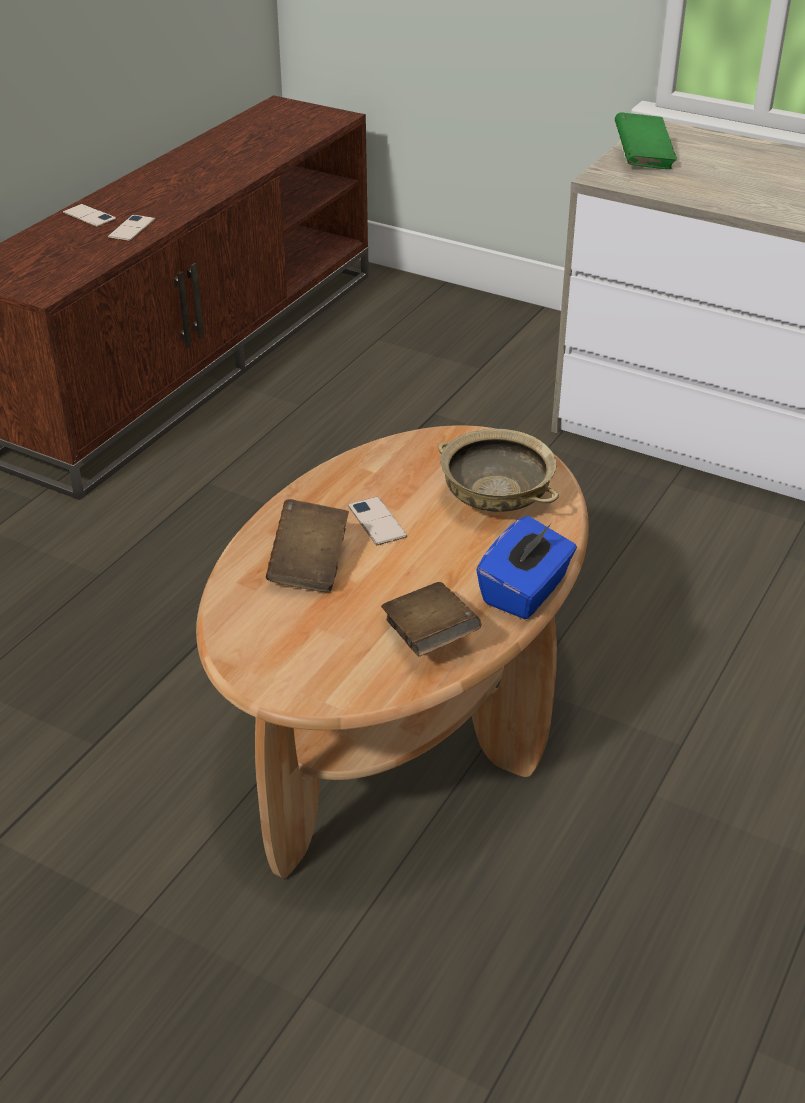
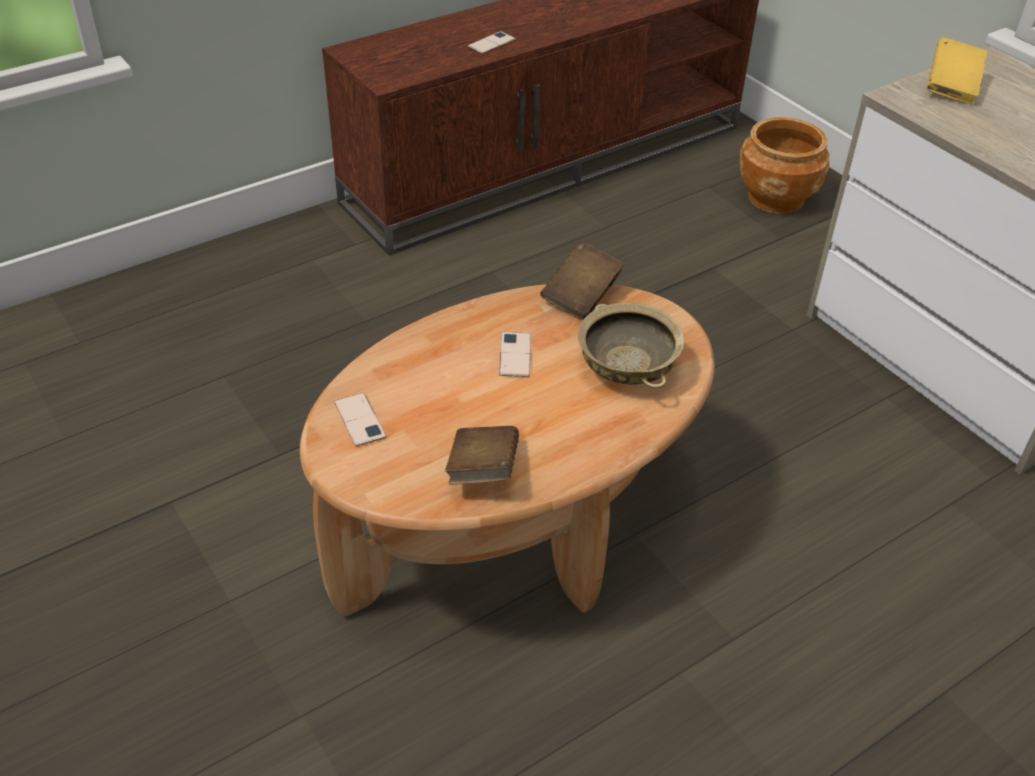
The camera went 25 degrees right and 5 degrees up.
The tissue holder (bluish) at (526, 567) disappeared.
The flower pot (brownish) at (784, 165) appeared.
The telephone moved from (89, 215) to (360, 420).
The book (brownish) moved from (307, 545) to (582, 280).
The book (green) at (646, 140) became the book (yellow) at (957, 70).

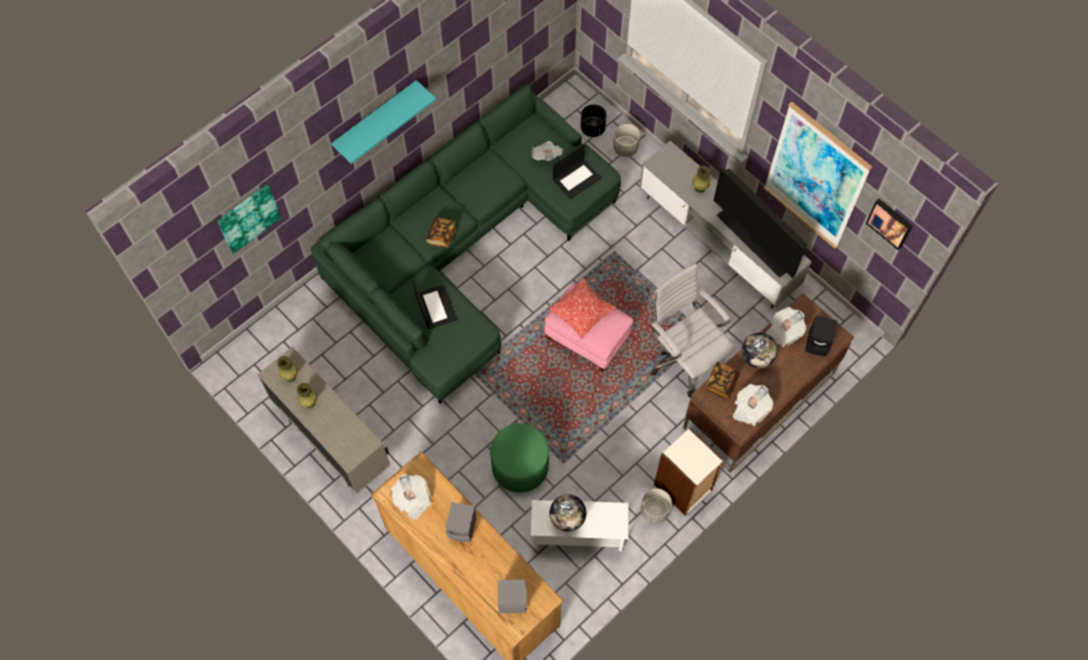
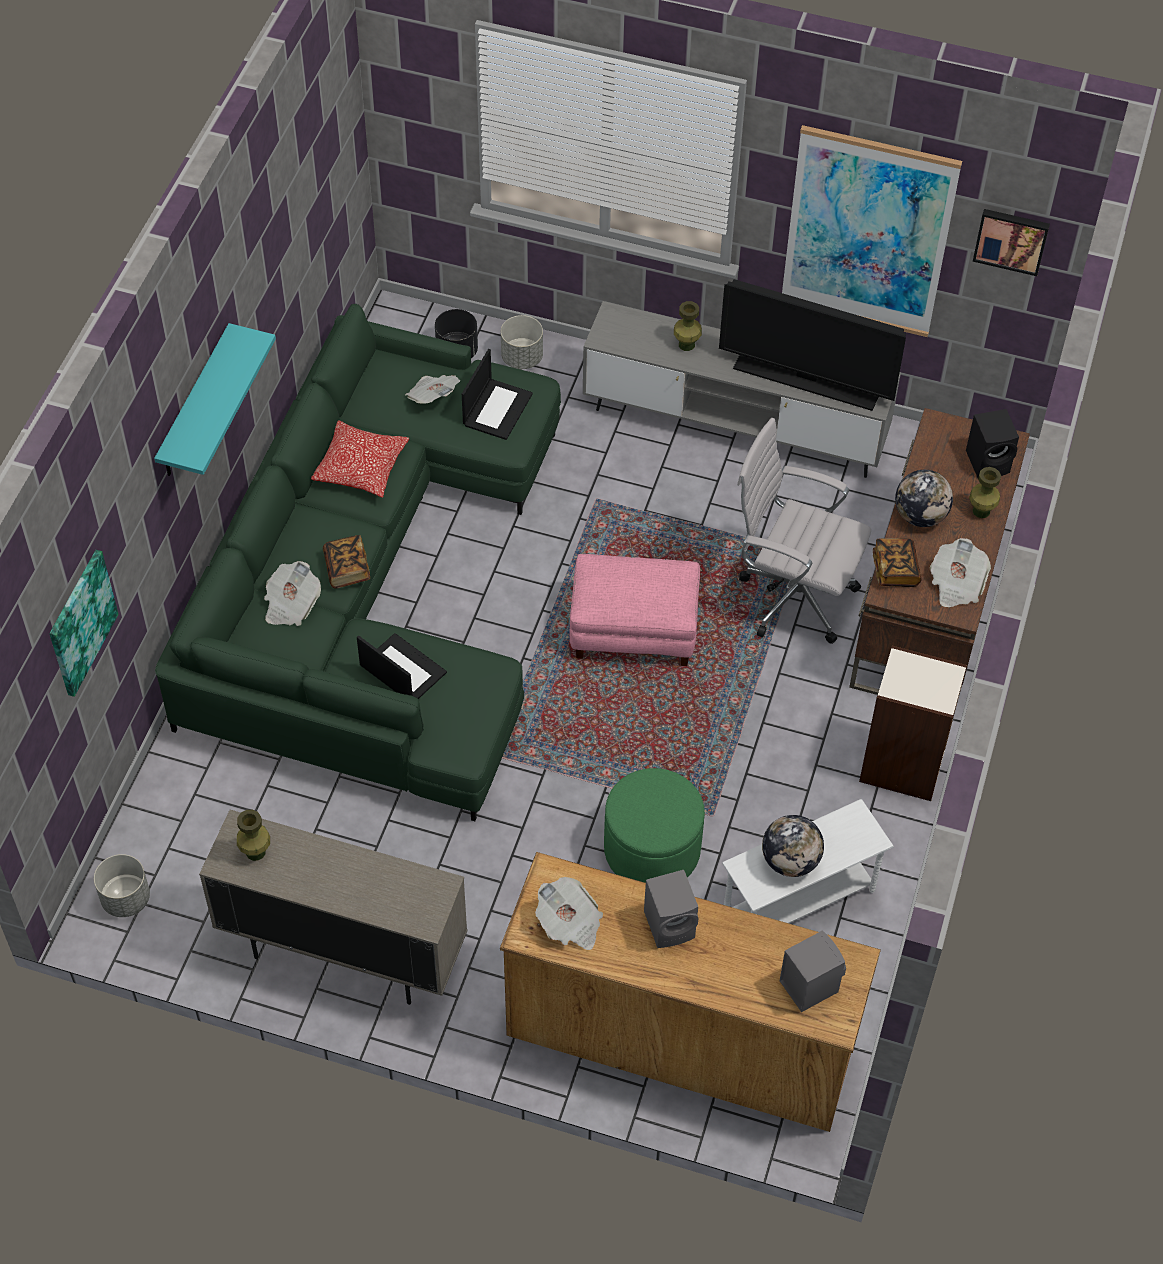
The camera went 30 degrees left and 10 degrees down.
The flower vase (green) moved from (307, 395) to (985, 492).
The pillow moved from (582, 308) to (360, 459).
The flower pot (grey) moved from (656, 506) to (122, 885).
The newspaper moved from (785, 327) to (292, 593).

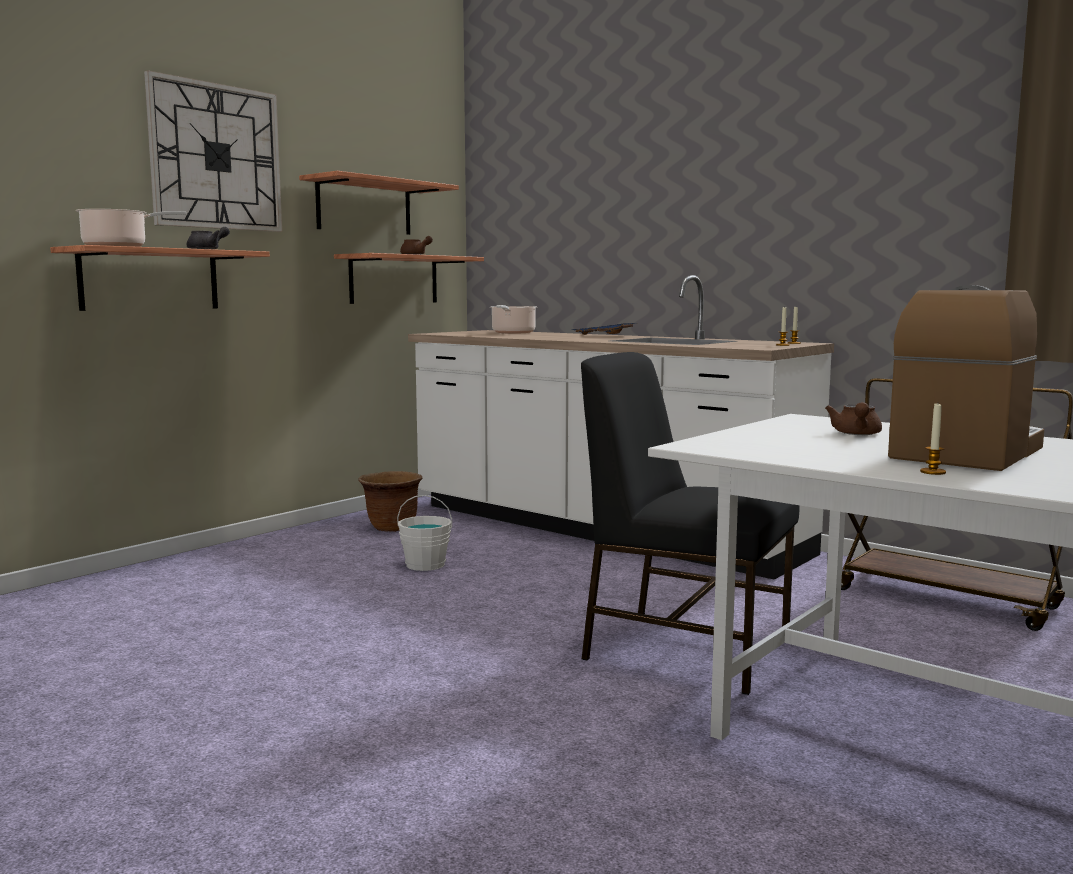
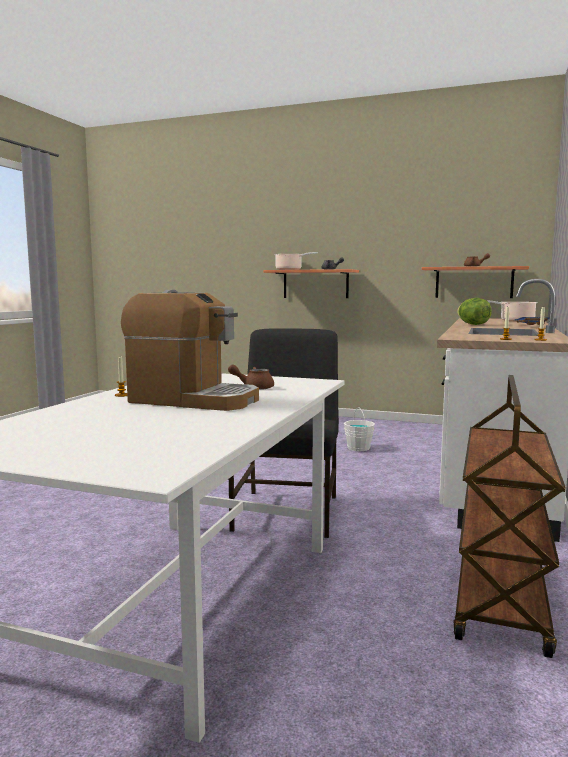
The camera went 70 degrees right and 0 degrees up.
The clock on the wall at (213, 151) disappeared.
The bracket shelf at (379, 203) disappeared.
The flower pot (brownish) at (390, 501) disappeared.
The lettuce head at (474, 311) appeared.

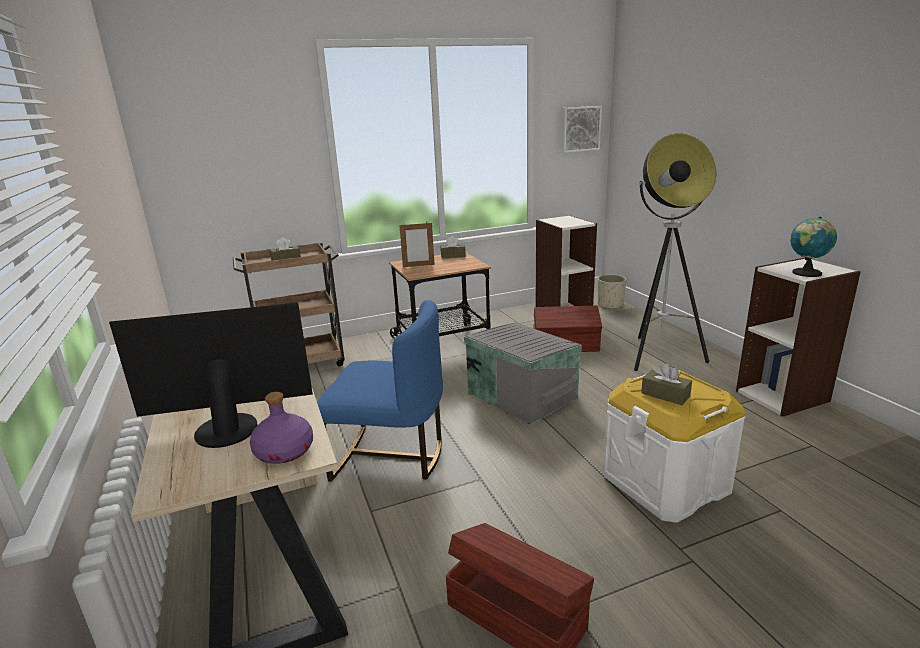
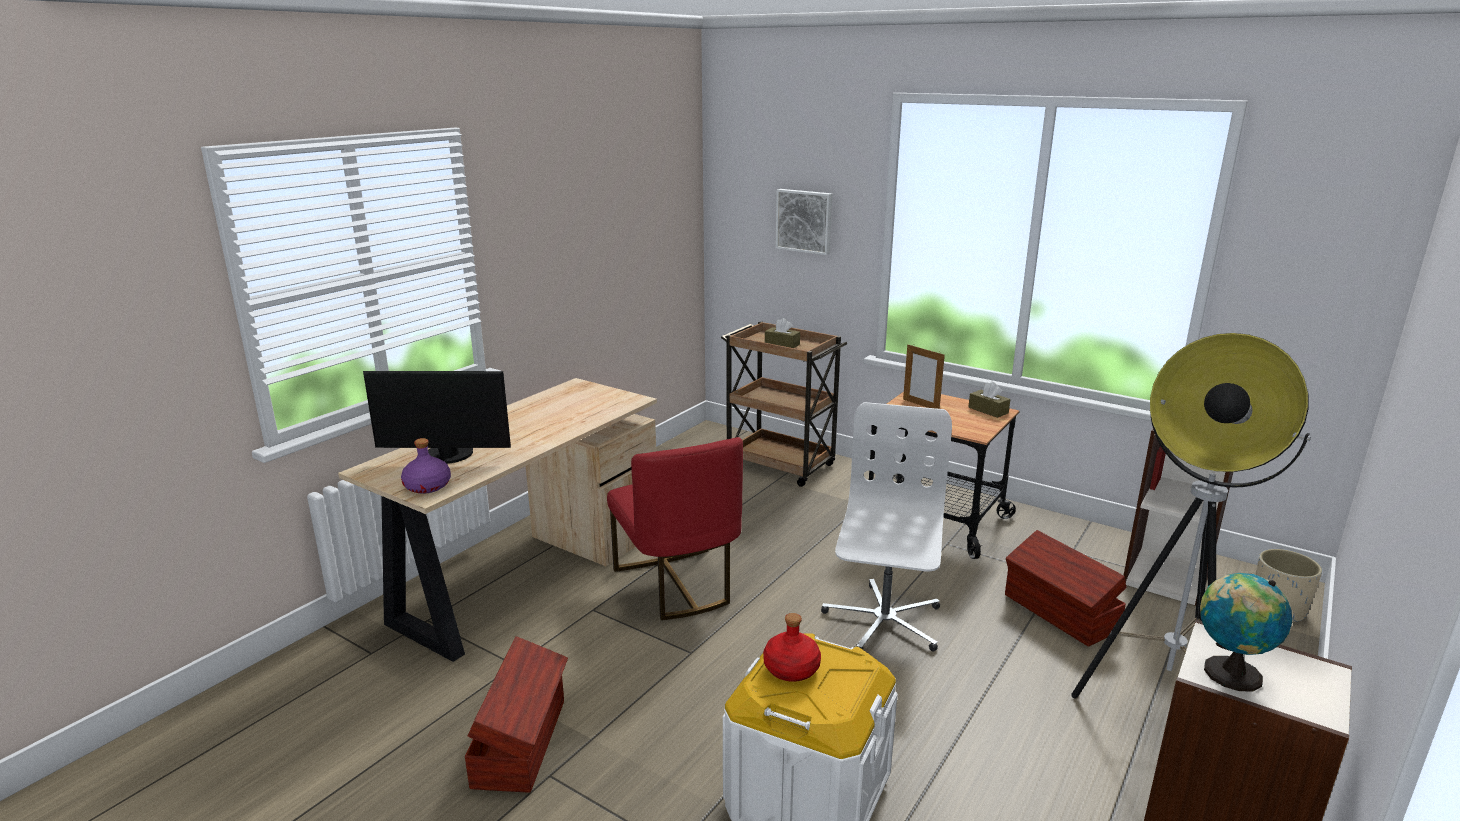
The camera went 55 degrees right and 0 degrees up.
The picture moved from (582, 129) to (803, 222).
The storage bin (grey) at (523, 373) was replaced by the computer chair (white-coloured) at (886, 526).
The tissue holder (brownish) at (666, 384) was replaced by the drink bottle (reddish) at (792, 647).
The upright chair (bluish) at (380, 391) became the upright chair (reddish) at (675, 528).
The computer screen at (211, 375) turned 135 degrees clockwise.

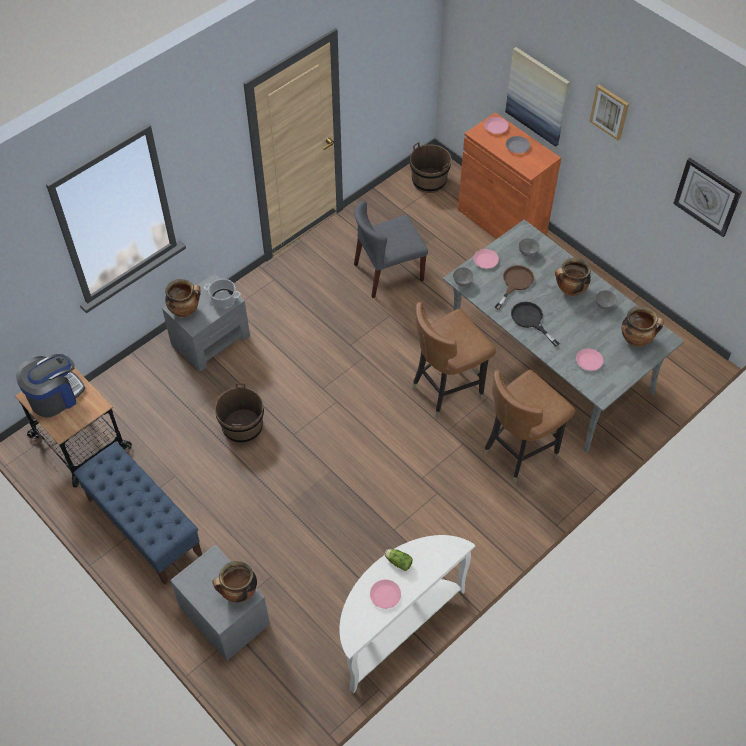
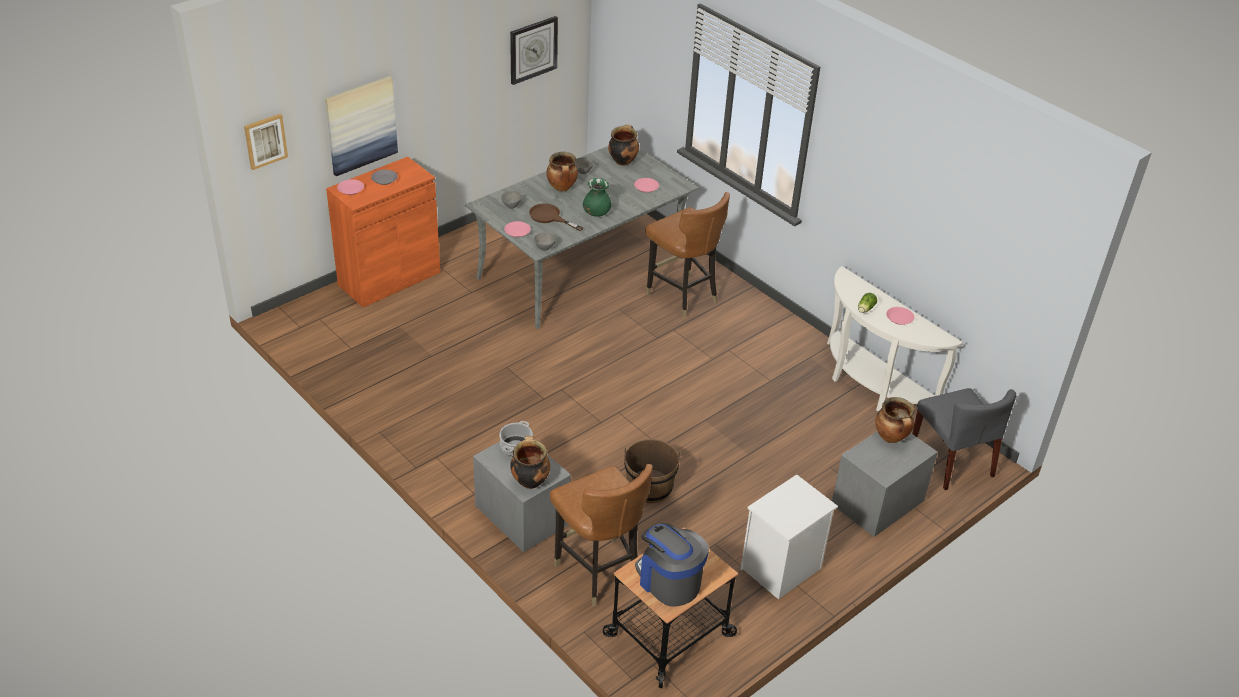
The camera went 90 degrees left and 15 degrees down.
The water bucket (brownish) at (430, 167) disappeared.
The upright chair (grey) moved from (391, 249) to (964, 439).
The upright chair (brownish) moved from (454, 360) to (601, 535).
The picture moved from (609, 113) to (266, 142).
The long seat (bluish) at (138, 513) was replaced by the night table (white-coloured) at (789, 537).
The pan (black-coloured) at (535, 324) was replaced by the flower vase (green) at (597, 197).

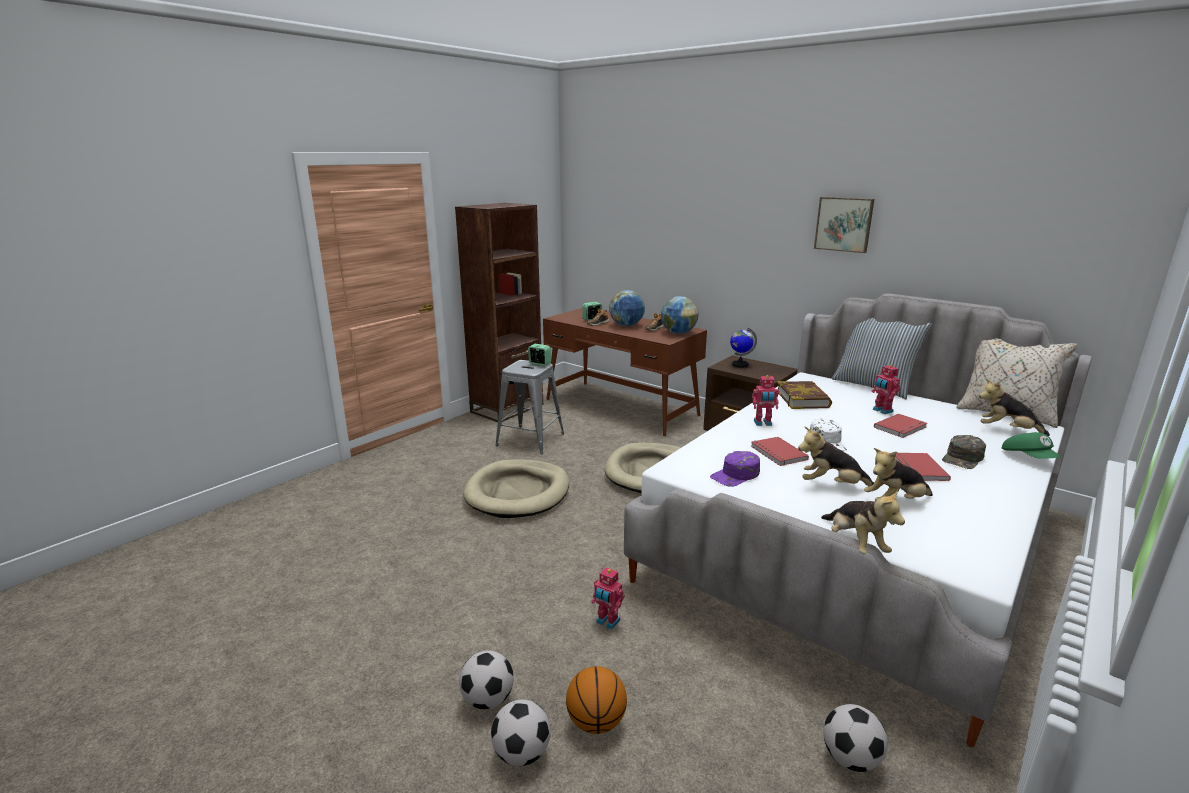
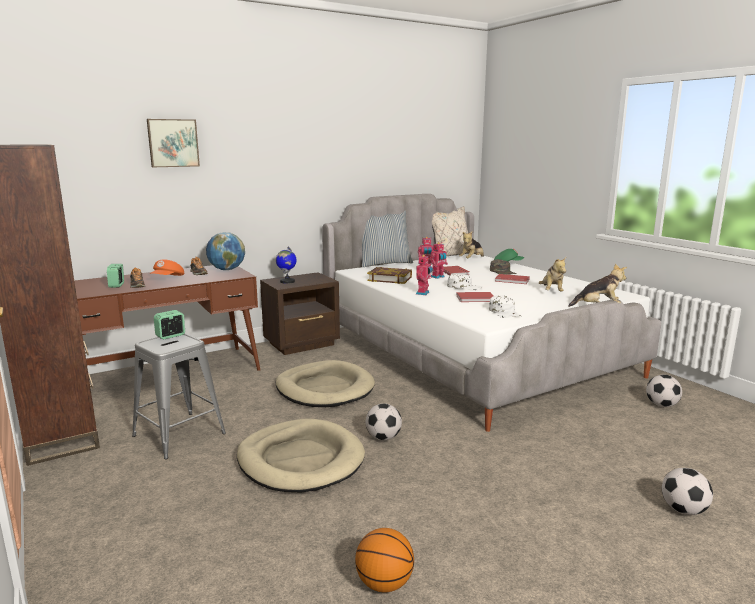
The camera went 70 degrees left and 5 degrees down.
The plush toy at (836, 457) disappeared.
The football ball moved from (486, 679) to (384, 421).
The ball for basketball moved from (596, 700) to (384, 560).
The robot figure moved from (608, 598) to (439, 260).
The picture moved from (844, 225) to (173, 143).
The world globe at (627, 308) was replaced by the baseball cap (orange) at (167, 267).
The baseball cap (purple) at (735, 469) became the baseball cap (white-coloured) at (505, 306).

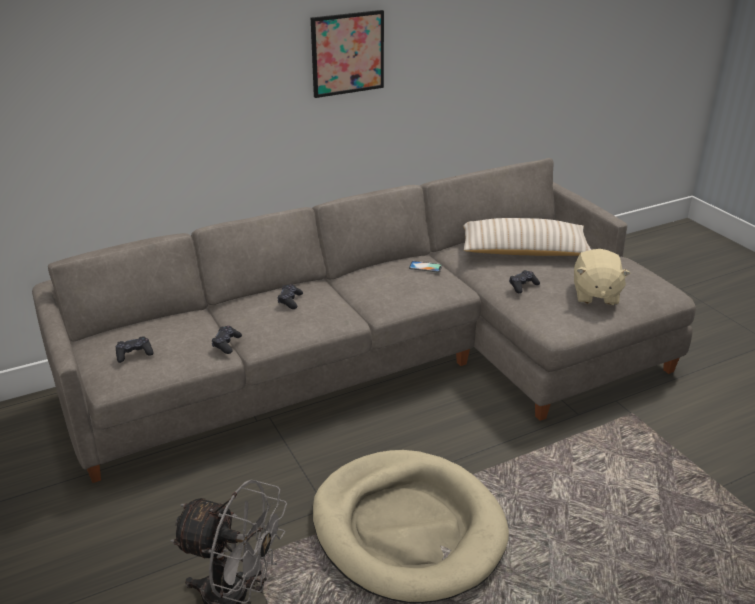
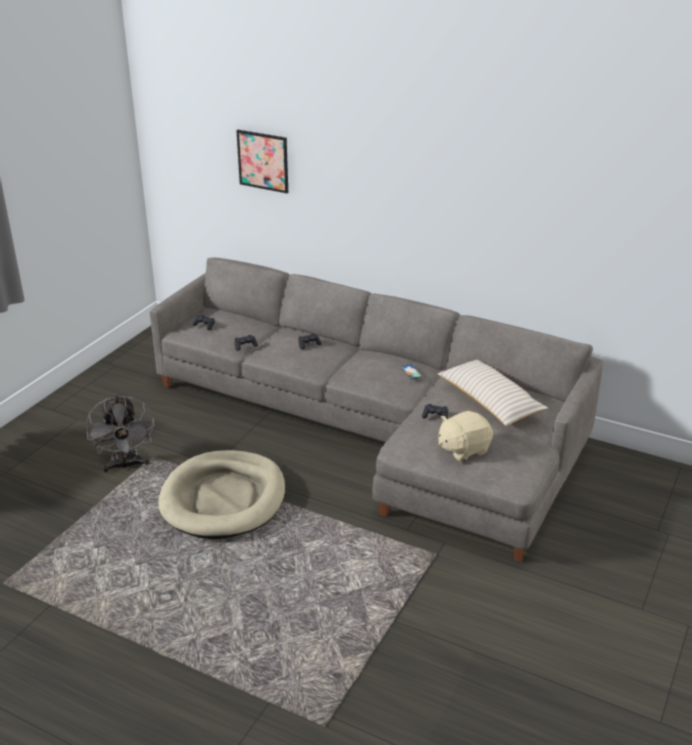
The camera went 55 degrees right and 0 degrees up.
The picture moved from (347, 54) to (262, 161).

